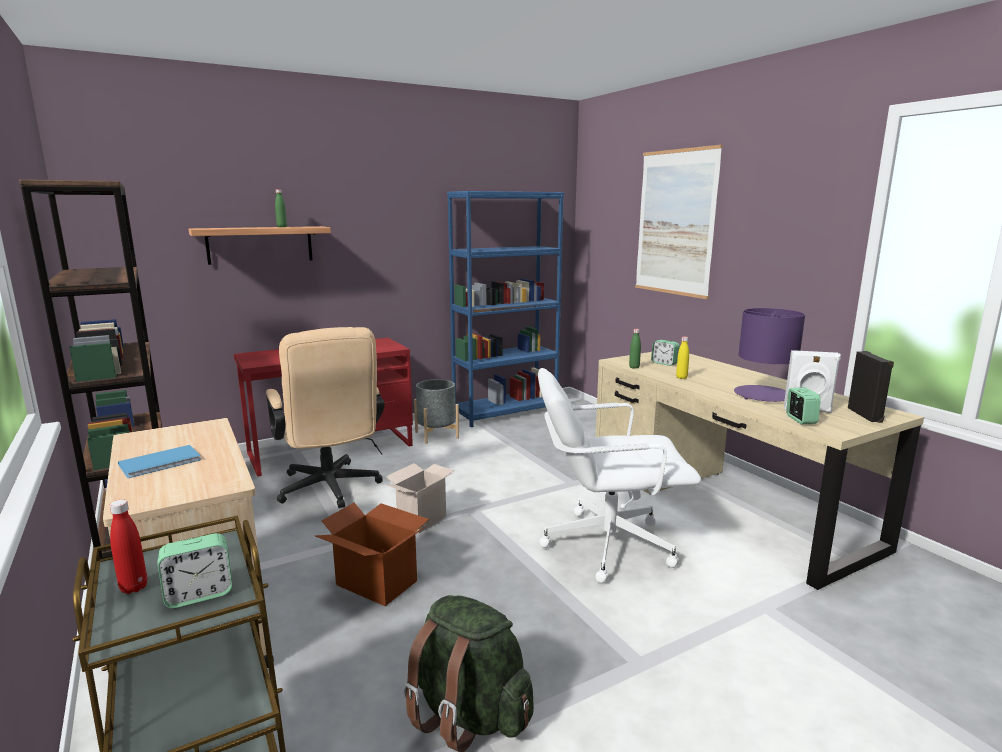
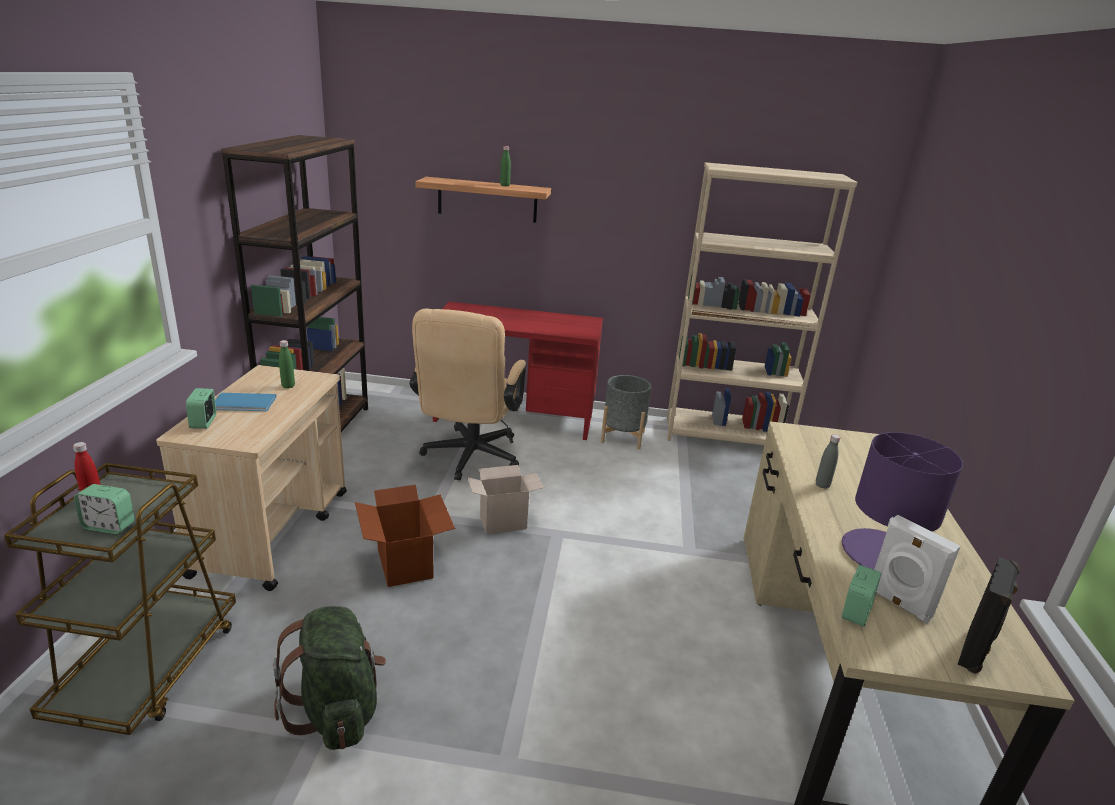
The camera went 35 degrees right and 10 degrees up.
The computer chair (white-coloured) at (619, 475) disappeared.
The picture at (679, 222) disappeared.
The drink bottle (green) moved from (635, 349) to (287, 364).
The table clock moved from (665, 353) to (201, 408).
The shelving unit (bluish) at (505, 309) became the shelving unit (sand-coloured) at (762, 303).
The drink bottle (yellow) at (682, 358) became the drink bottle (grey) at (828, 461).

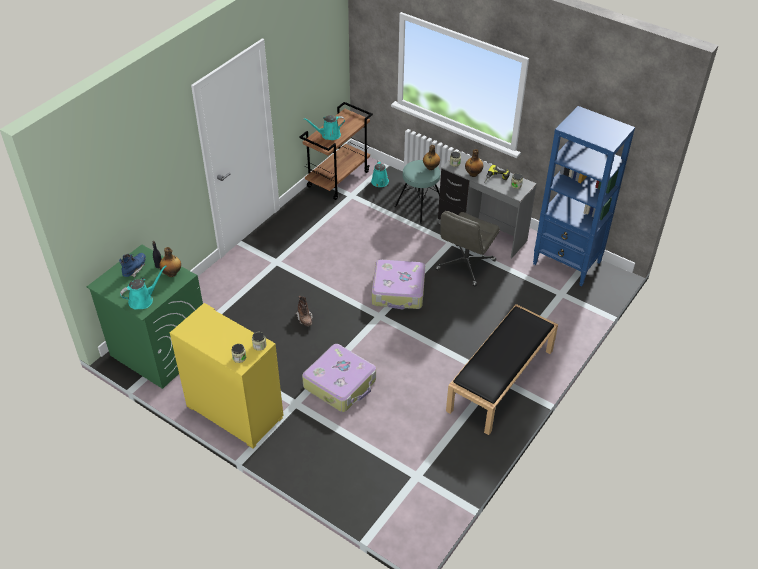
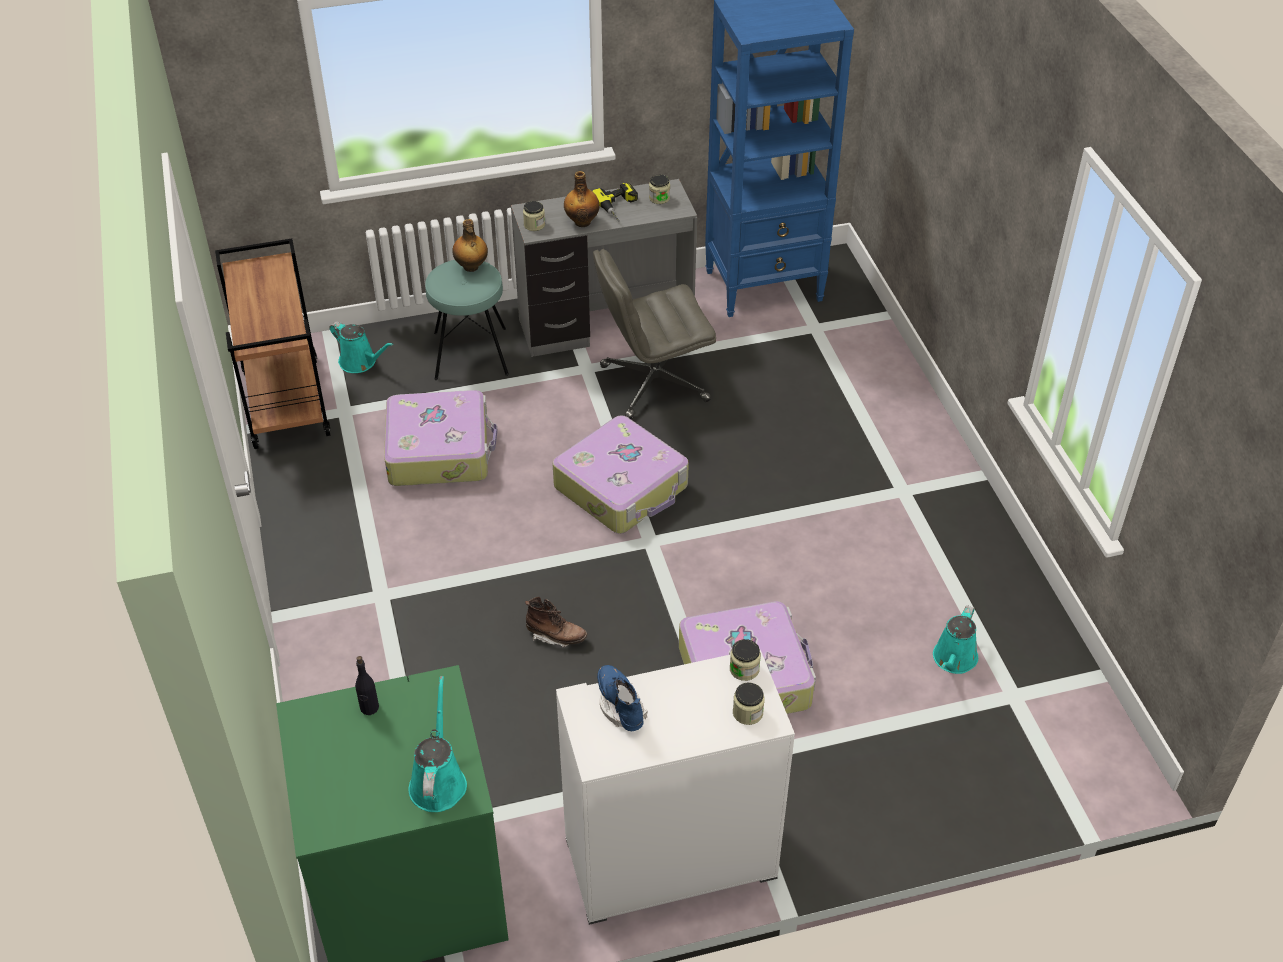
The camera went 50 degrees left and 0 degrees up.
The drink bottle at (170, 262) disappeared.
The long seat (black-coloured) at (502, 369) disappeared.
The travel case at (441, 438) appeared.
The tall boot (bluish) moved from (132, 265) to (622, 698).
The watering can (turquoise-coloured) moved from (324, 127) to (955, 639).
The cupboard (yellow) at (227, 376) became the cupboard (white-coloured) at (675, 787).
The computer chair (grey) at (467, 248) turned 90 degrees clockwise.

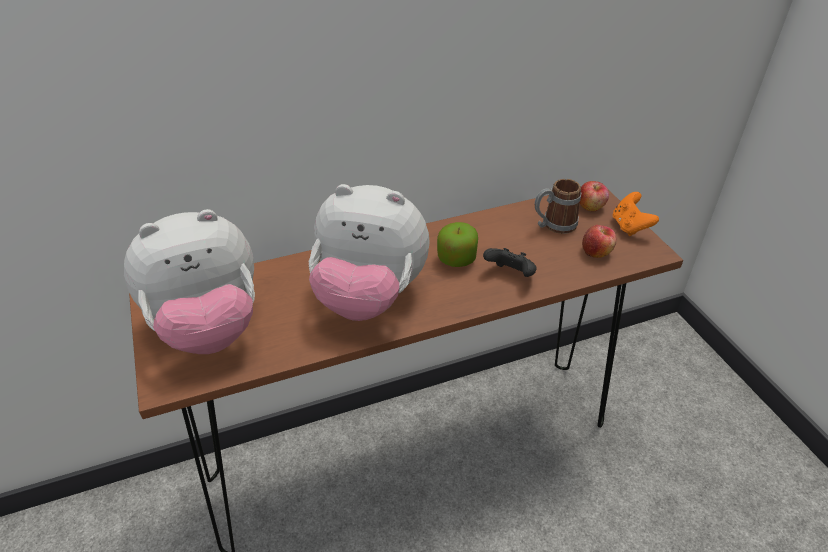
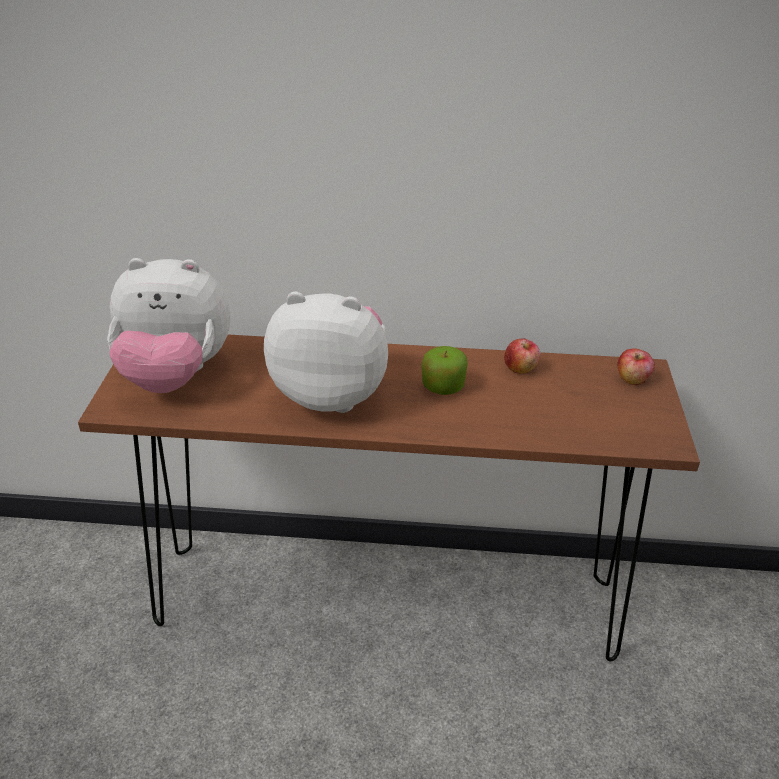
The camera went 25 degrees right and 5 degrees down.
The gamepad (black-coloured) at (510, 262) disappeared.
The tea mug at (558, 206) disappeared.
The gamepad (orange) at (636, 214) disappeared.
The apple fruit moved from (599, 241) to (522, 356).
The plush toy at (369, 252) turned 150 degrees clockwise.

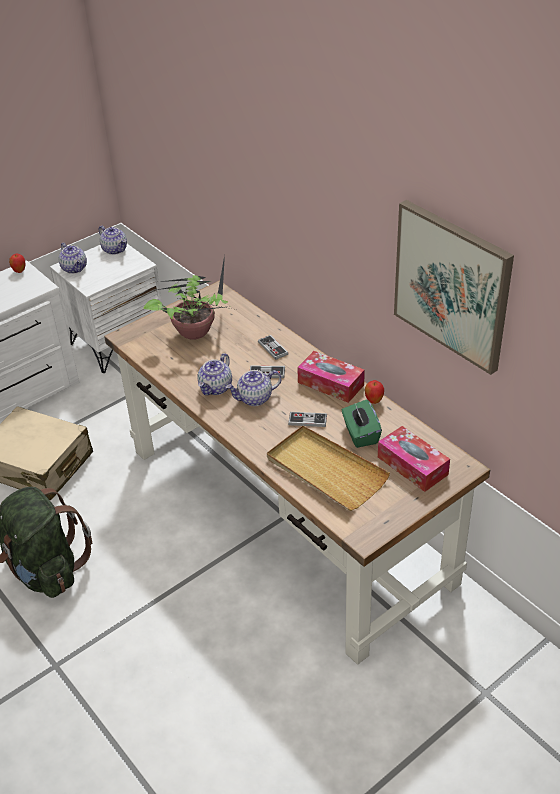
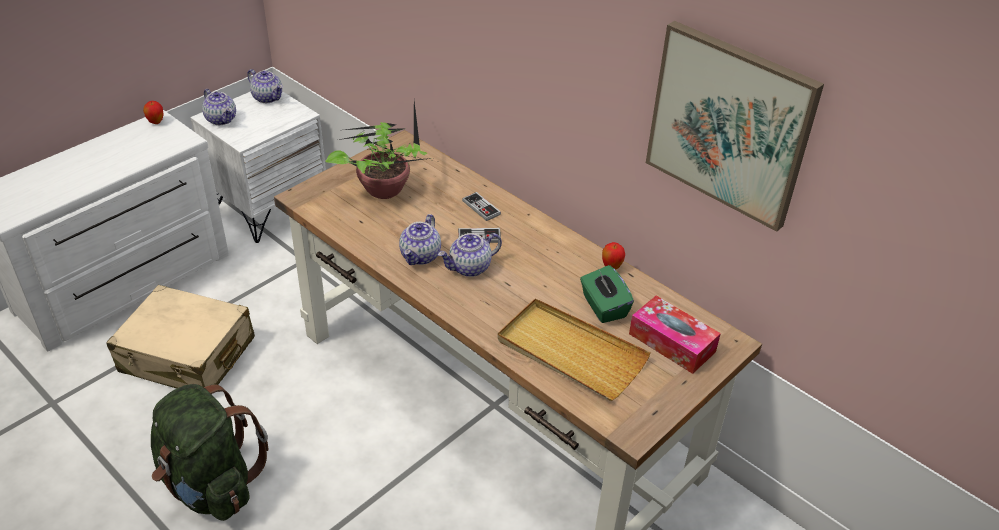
The camera went 10 degrees left and 0 degrees up.
The gamepad at (307, 419) disappeared.
The tissue holder at (331, 377) disappeared.

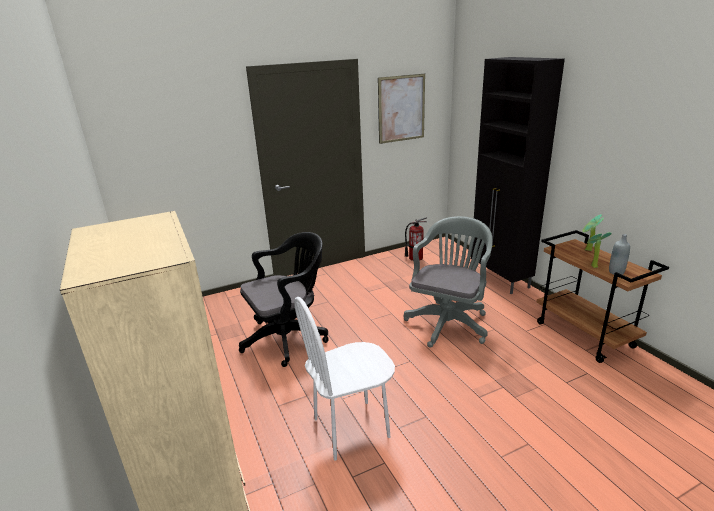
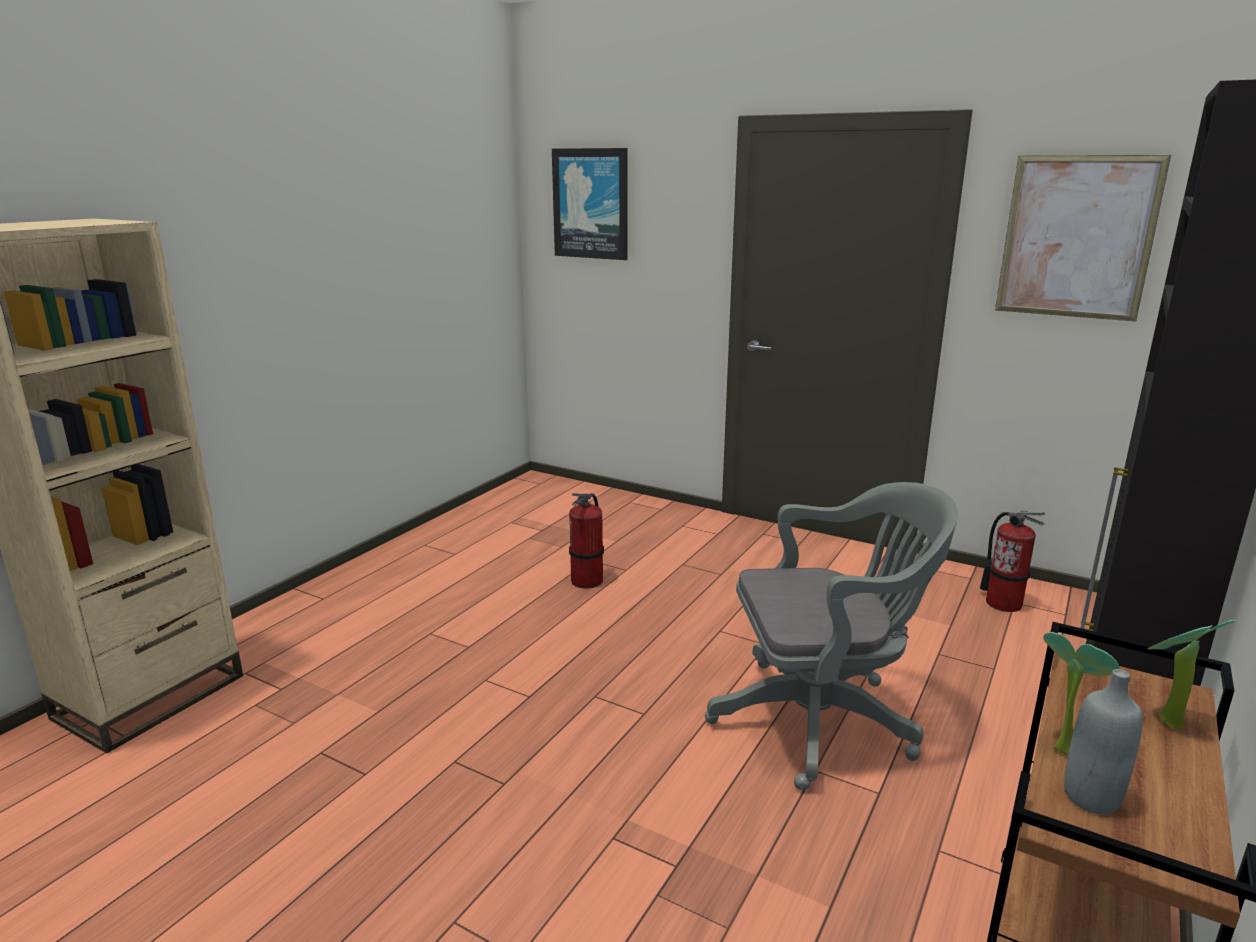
The camera went 55 degrees right and 5 degrees down.
The upright chair (white-coloured) at (344, 379) disappeared.
The picture at (589, 204) appeared.
The computer chair (black-coloured) at (283, 299) was replaced by the fire extinguisher at (586, 541).

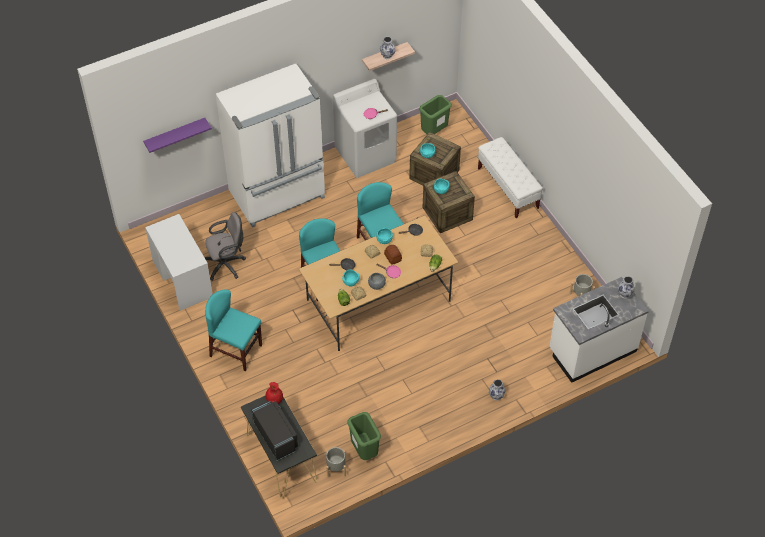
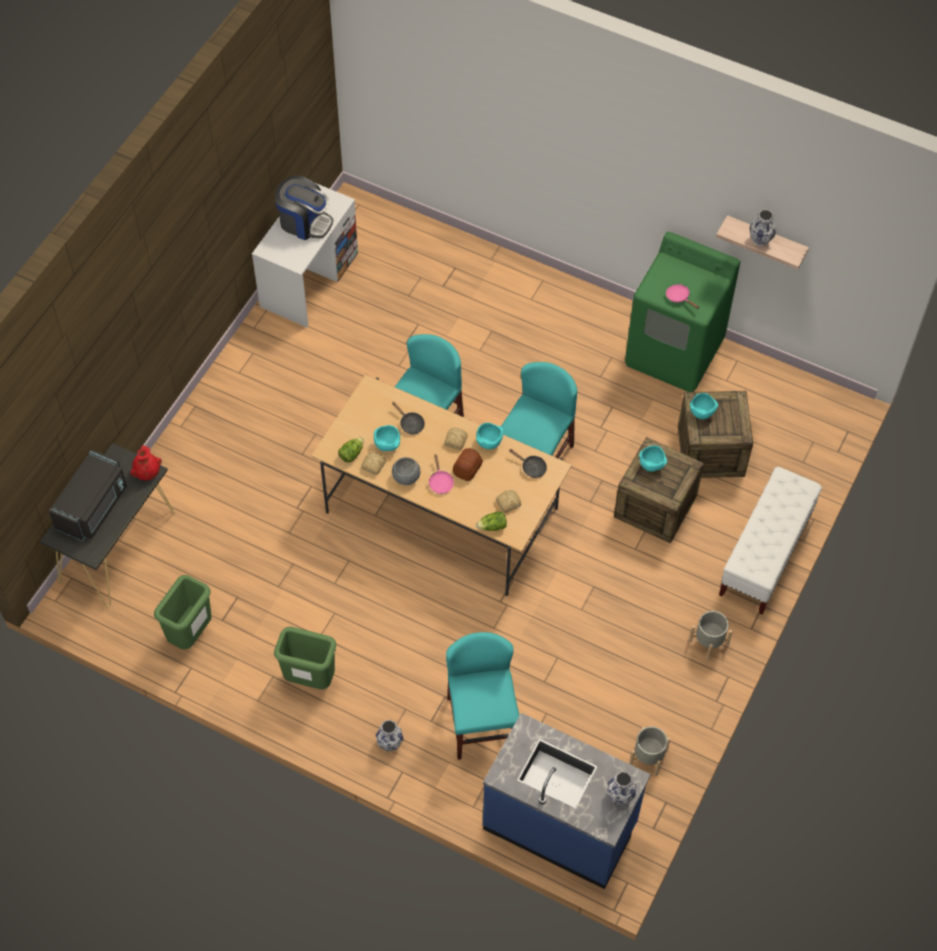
The camera went 55 degrees right and 5 degrees up.
The bracket shelf (purple) at (177, 135) disappeared.
The computer chair (grey) at (225, 246) disappeared.
The refrigerator (white-coloured) at (270, 145) disappeared.
The coffee machine at (304, 207) appeared.
The upright chair (turquoise-coloured) moved from (233, 330) to (482, 696).
The flower pot (grey) moved from (336, 462) to (711, 636).
The trash can (green) moved from (435, 114) to (305, 658).
The washing machine (white-coloured) at (365, 128) became the washing machine (green) at (682, 312).
The kitchen base unit (white-coloured) at (599, 330) became the kitchen base unit (bluish) at (567, 801).

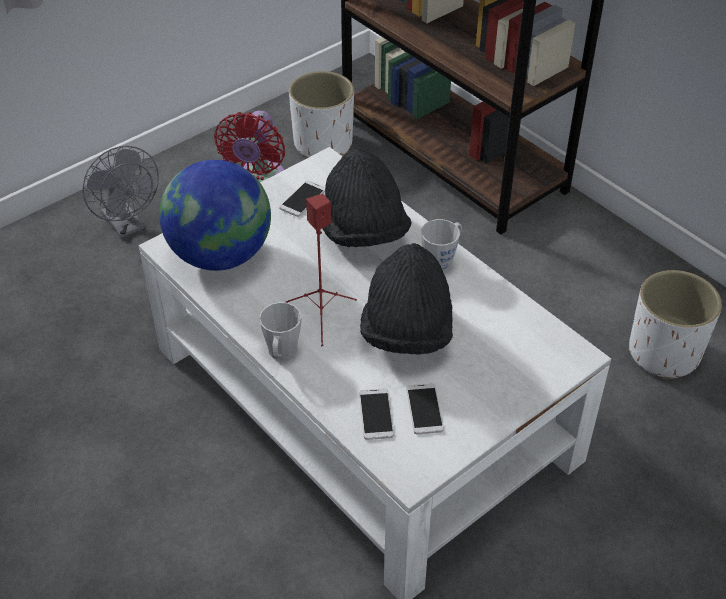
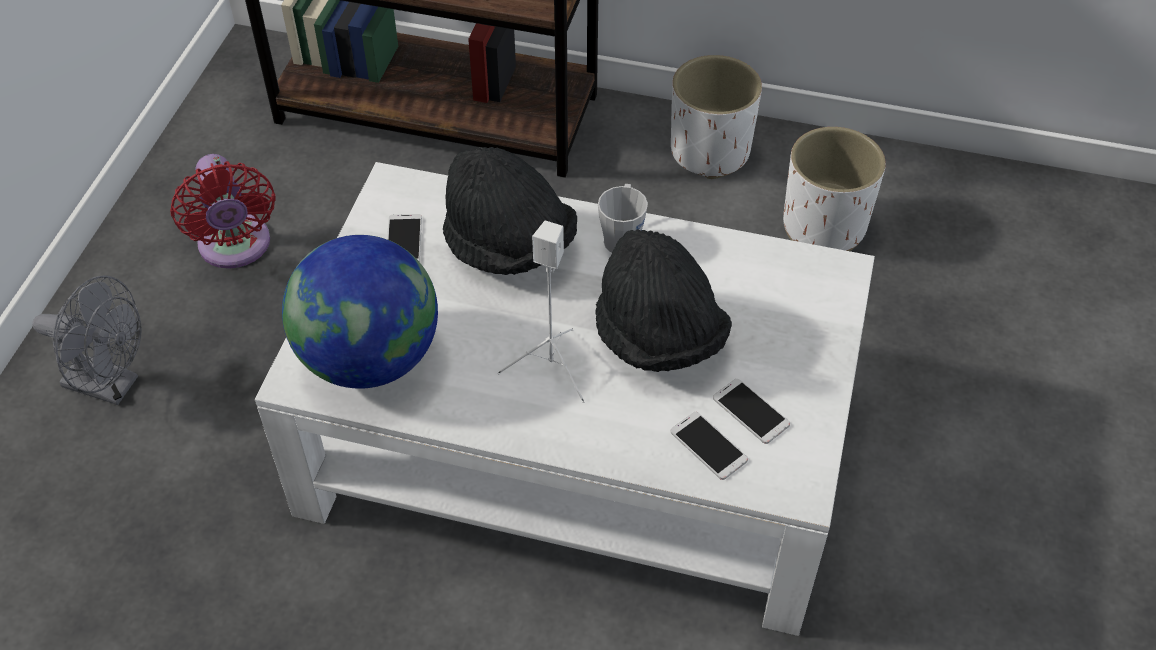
The camera went 35 degrees left and 5 degrees up.
The tea mug (grey) at (280, 331) disappeared.
The flower pot (white-coloured) moved from (321, 115) to (716, 117).
The speaker (reddish) at (321, 270) became the speaker (white-coloured) at (541, 311).

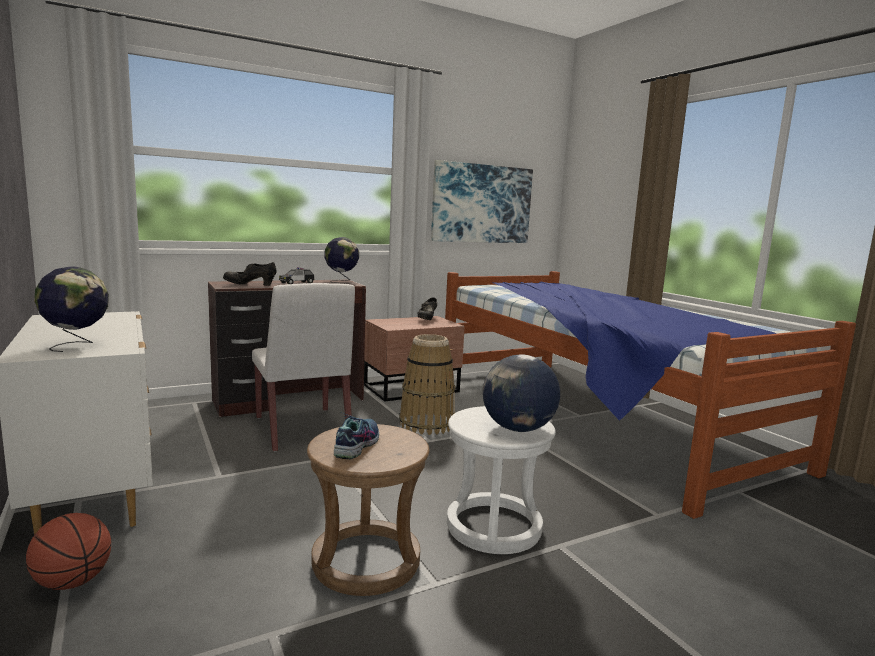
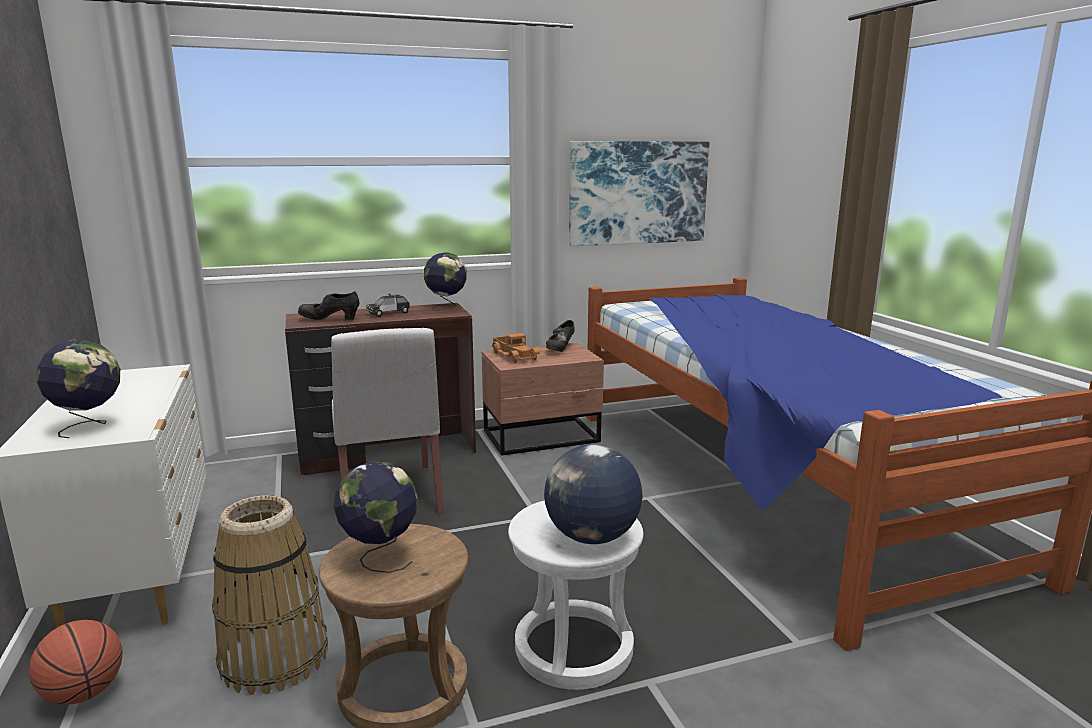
The camera went 10 degrees right and 5 degrees up.
The toy truck at (515, 348) appeared.
The household basket moved from (427, 384) to (270, 595).
The shoe at (356, 435) was replaced by the world globe at (376, 517).

